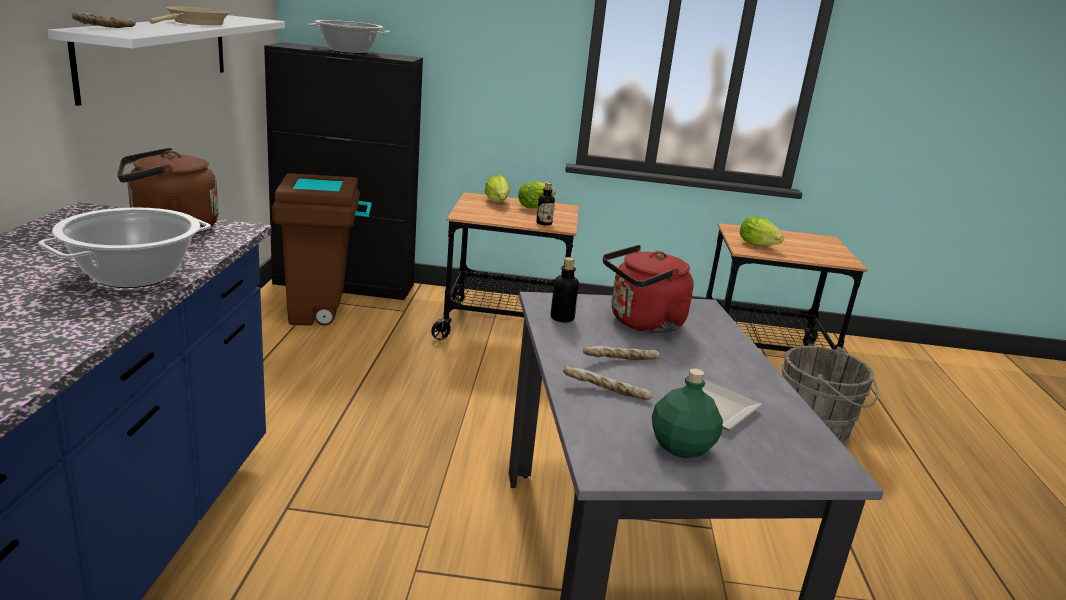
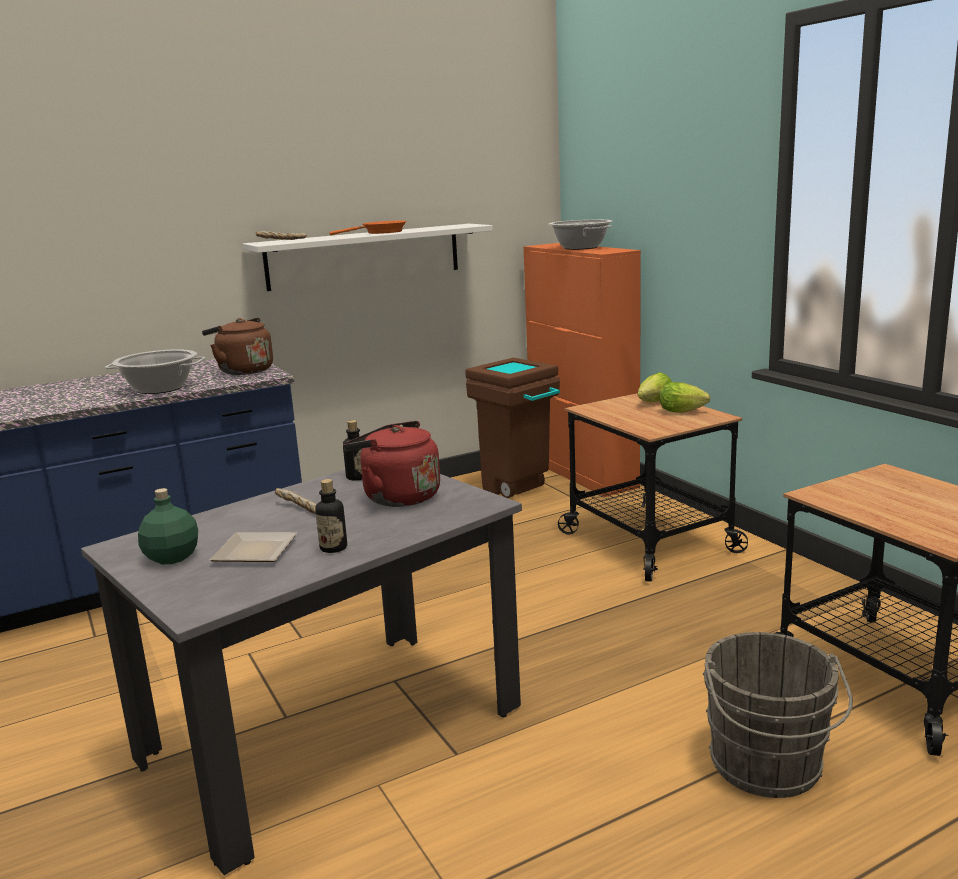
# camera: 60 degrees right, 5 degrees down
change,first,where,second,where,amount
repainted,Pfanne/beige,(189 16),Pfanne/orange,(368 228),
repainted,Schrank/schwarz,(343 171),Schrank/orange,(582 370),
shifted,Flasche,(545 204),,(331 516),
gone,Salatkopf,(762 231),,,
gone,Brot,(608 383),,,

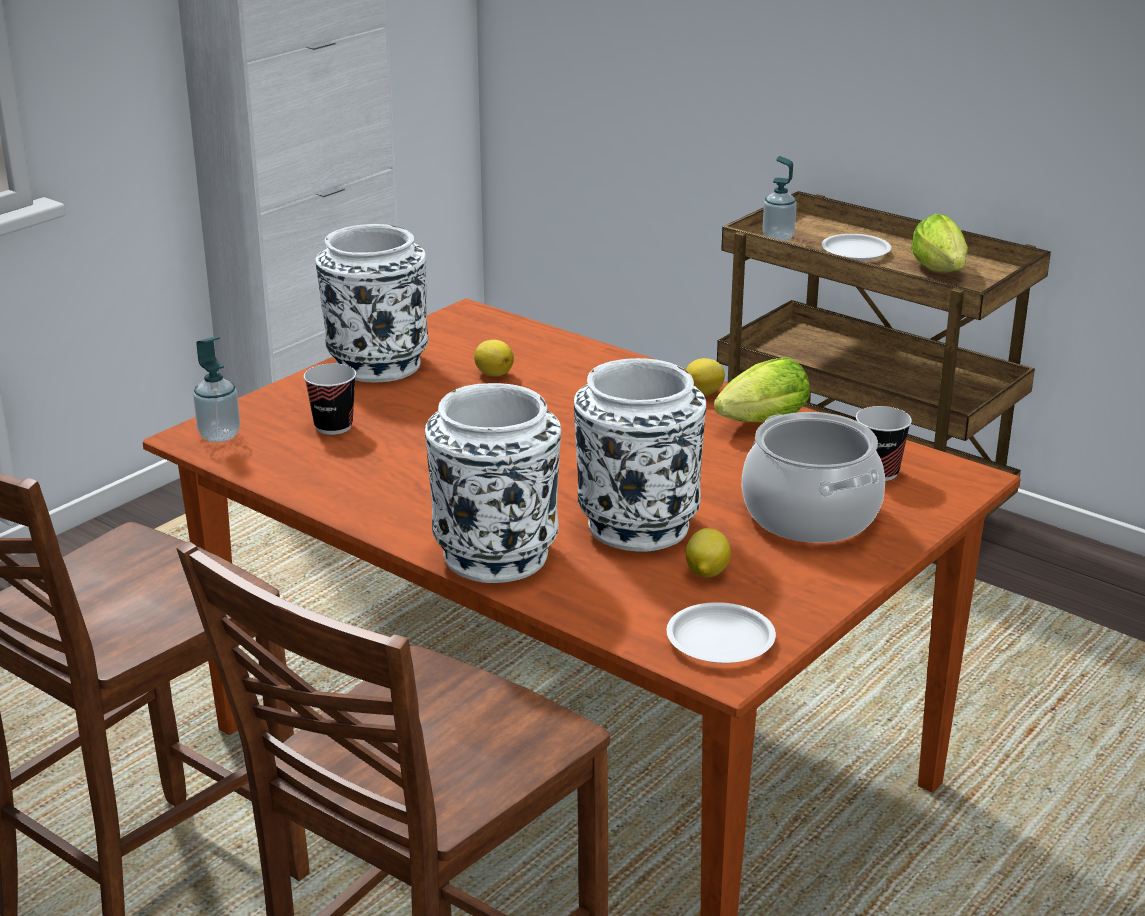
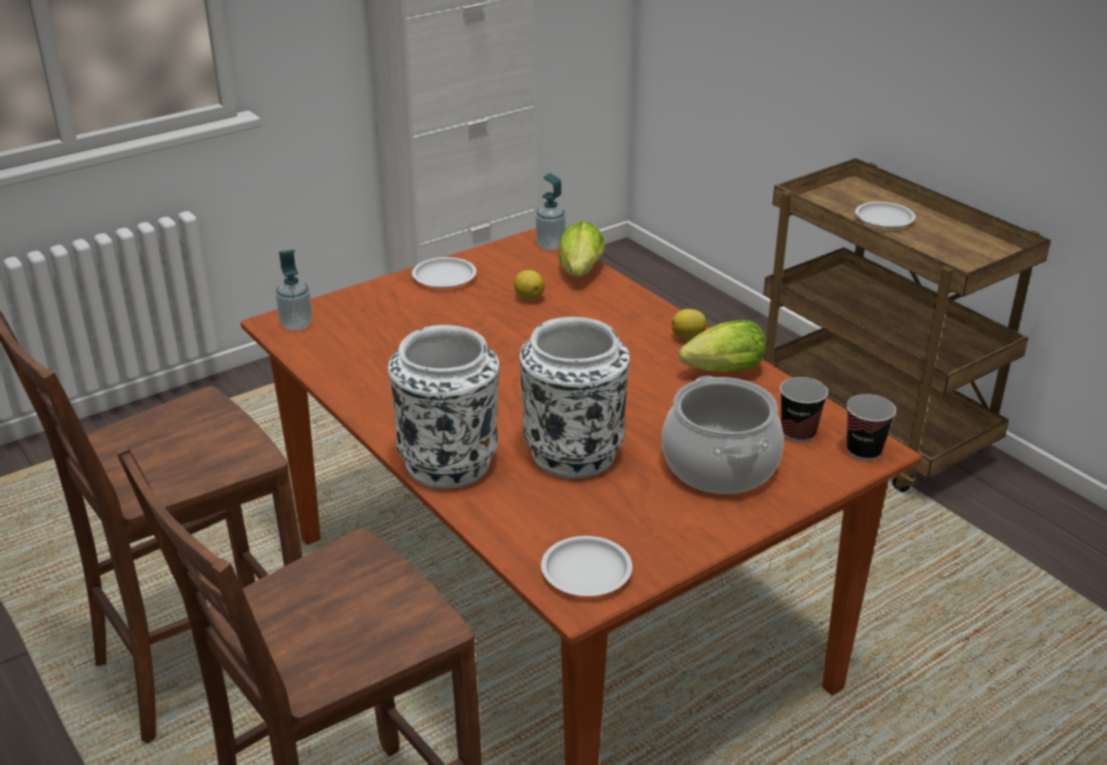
# camera: 15 degrees right, 5 degrees up
change,first,where,second,where,amount
shifted,Seifenspender,(779 198),,(550 211),
shifted,Salatkopf,(939 243),,(582 249),
swapped,Vase/weiß,(371 303),Teller/weiß,(444 272),
shifted,Tasse,(330 399),,(871 427),
gone,Zitrone,(708 552),,,

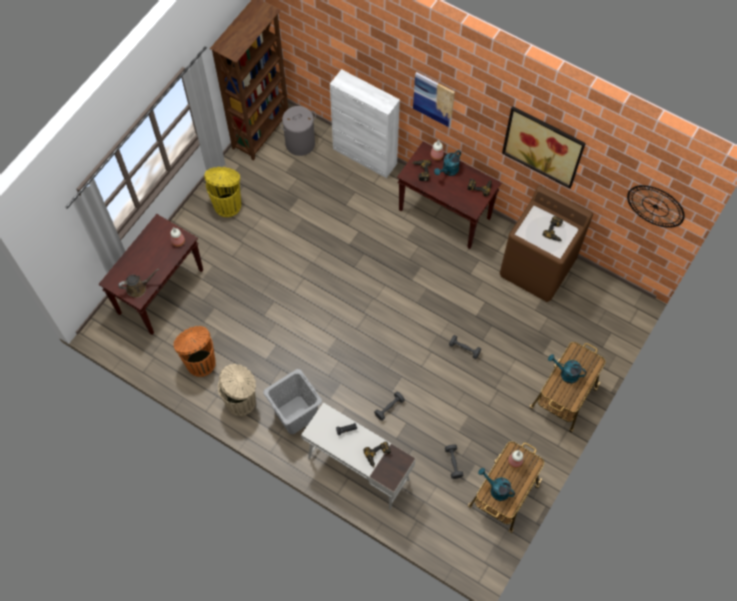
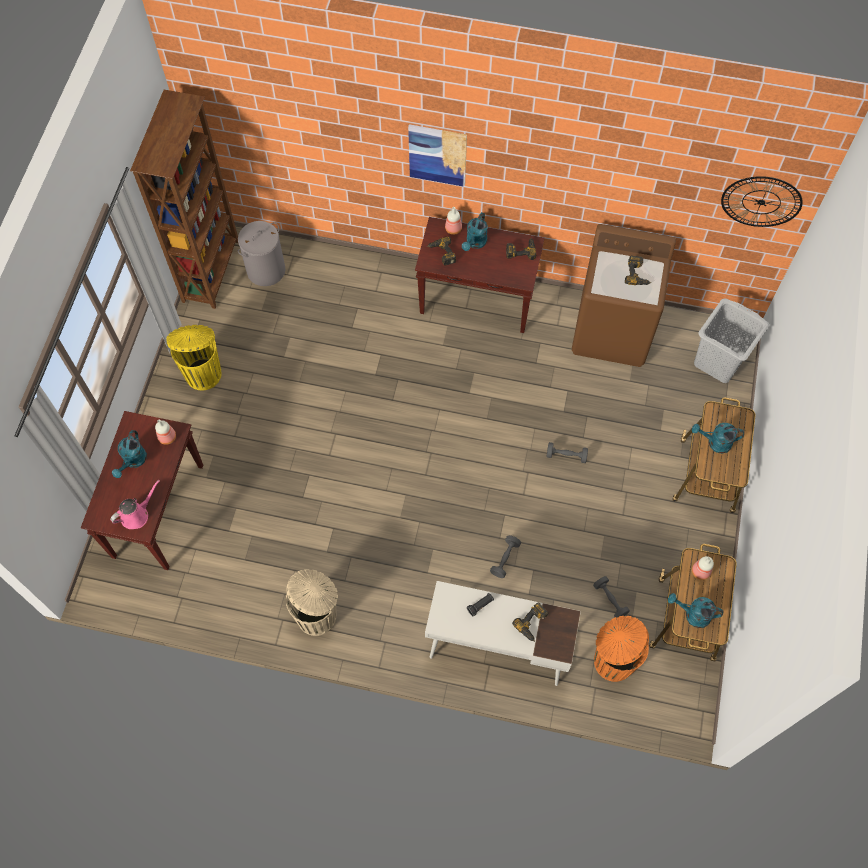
# camera: 20 degrees left, 0 degrees up
change,first,where,second,where,amount
gone,Schrank/weiß,(365 123),,,
gone,Bild,(544 147),,,
repainted,Gießkanne/braun,(139 283),Gießkanne/rosa,(135 504),
shifted,Mülleimer/orange,(194 351),,(621 649),
shifted,Wäschekorb/grau,(292 401),,(731 340),
new,,,Gießkanne/türkis,(129 454),

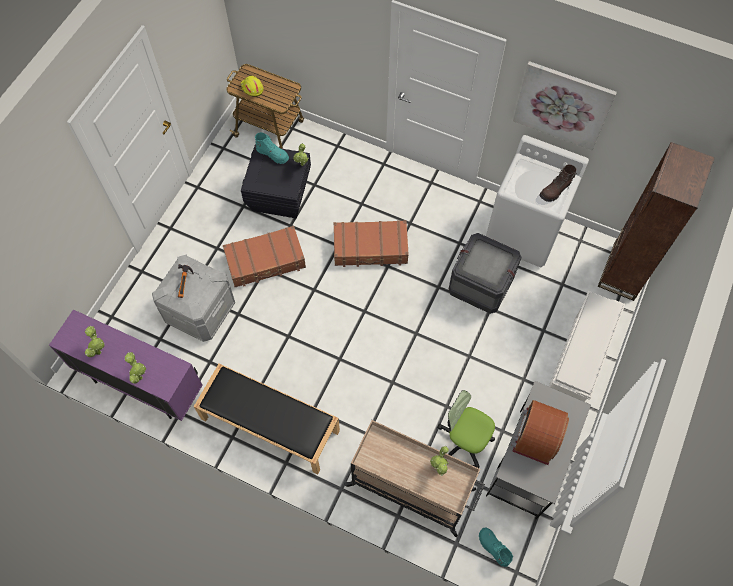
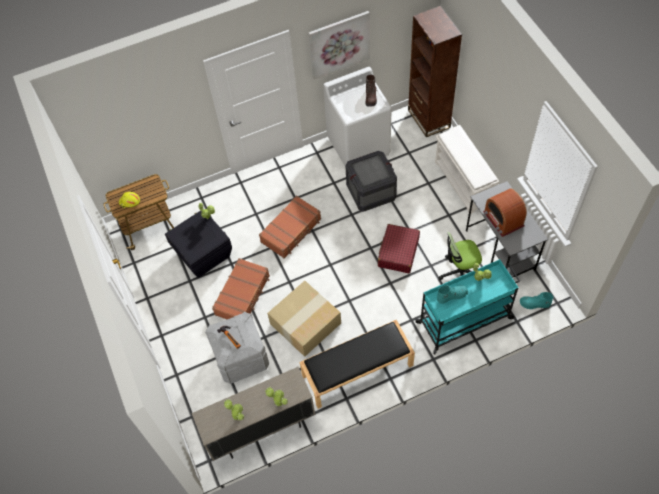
# camera: 45 degrees left, 5 degrees down
change,first,where,second,where,amount
shifted,Stiefel/türkis,(272 148),,(452 294),
repainted,Schrank/lila,(126 365),Schrank/beige,(254 414),
repainted,Rollwagen/beige,(414 478),Rollwagen/türkis,(467 306),
new,,,Koffer/rot,(399 248),
new,,,Karton,(304 319),

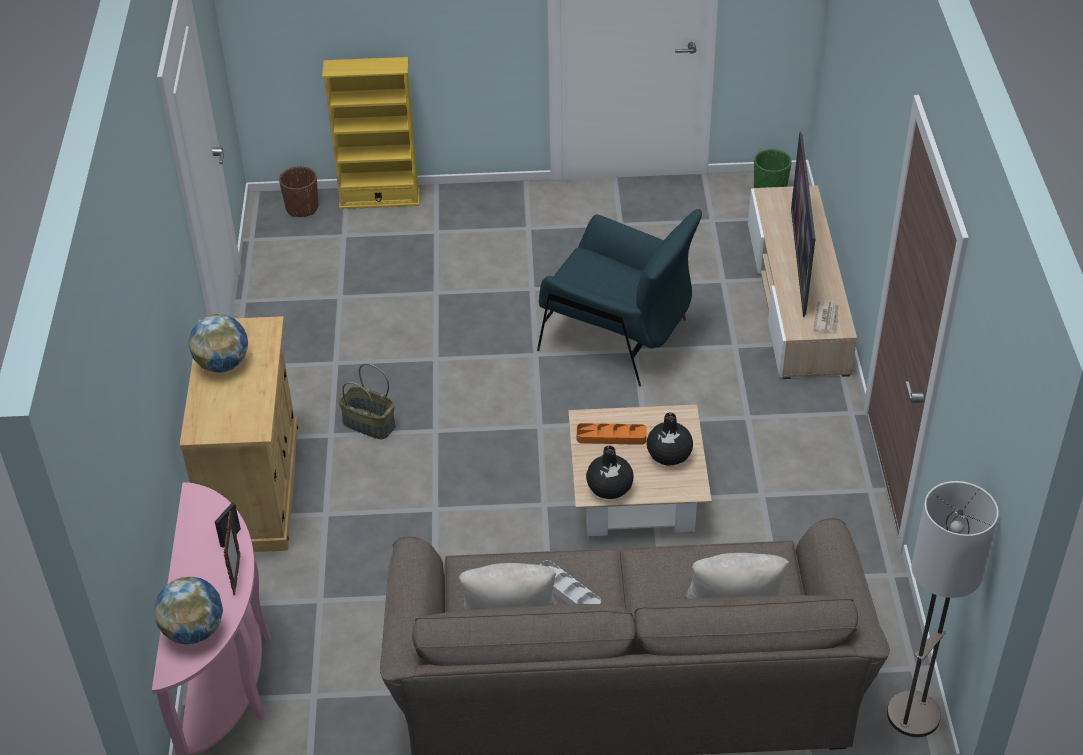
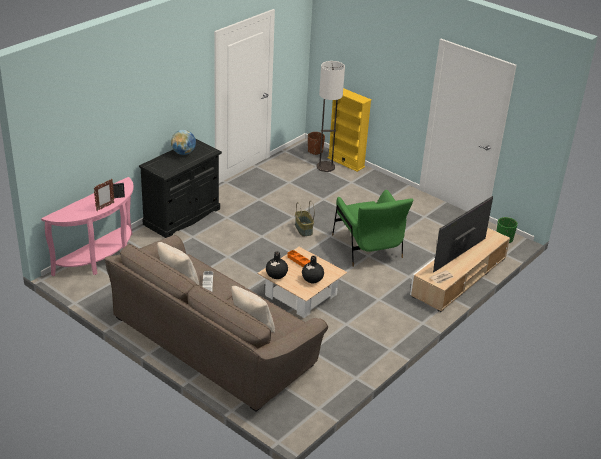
# camera: 40 degrees right, 10 degrees down
change,first,where,second,where,amount
repainted,Sessel/blau,(619 297),Sessel/grün,(373 228),
repainted,Schrank/beige,(239 434),Schrank/schwarz,(180 188),
shifted,Korb,(367 401),,(305 218),
shifted,Stehlampe,(943 609),,(331 116),
gone,Globus,(188 610),,,

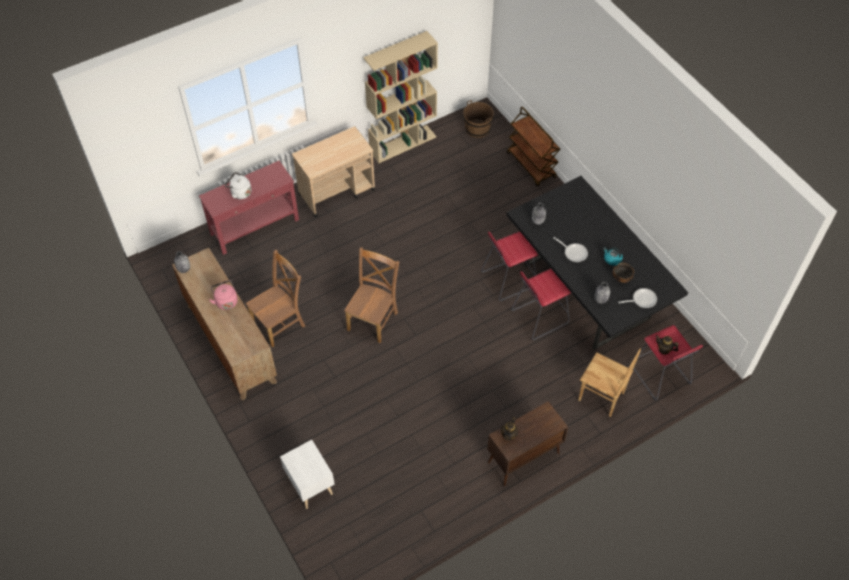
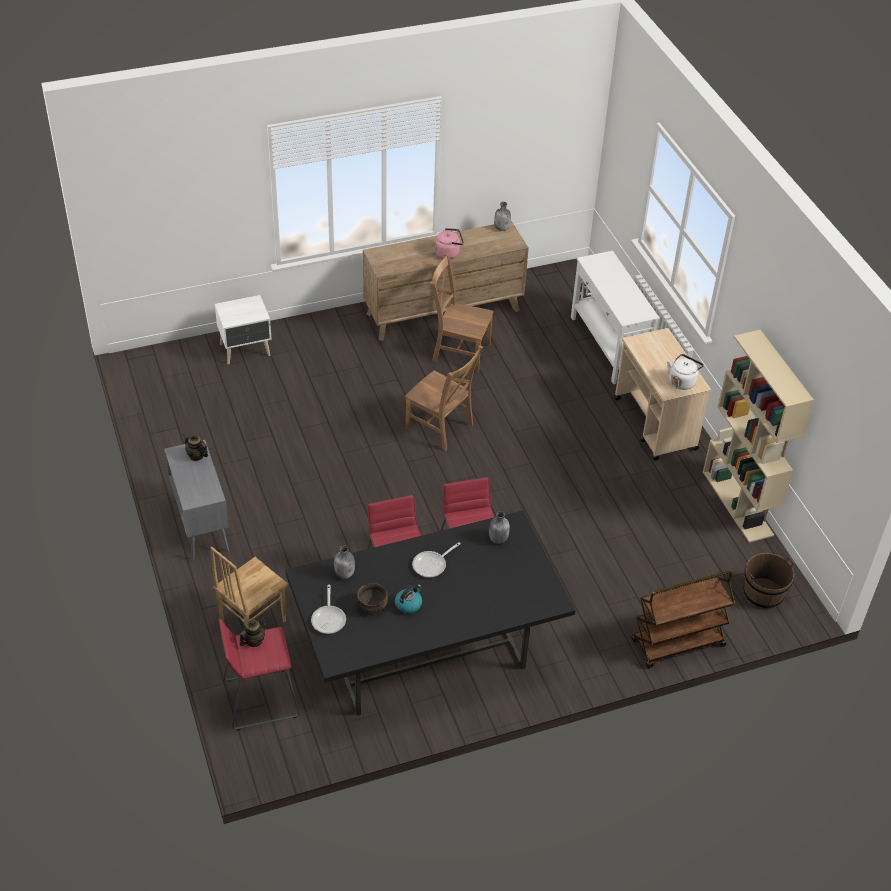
# camera: 100 degrees right, 10 degrees down
change,first,where,second,where,amount
repainted,Konsolentisch/rot,(249 208),Konsolentisch/weiß,(615 317),
shifted,Wasserkessel/weiß,(238 185),,(685 372),
rotated,Stuhl/braun,(275 298),,(462 312),135 degrees clockwise
repainted,Schrank/braun,(527 443),Schrank/grau,(196 500),

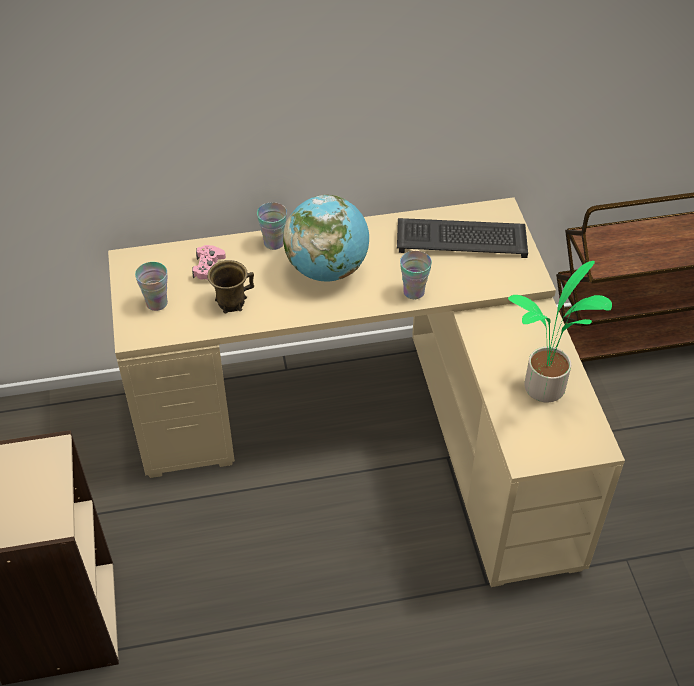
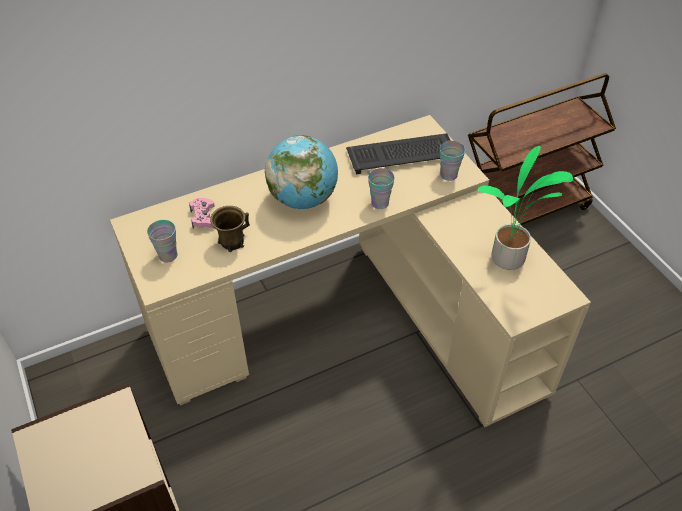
# camera: 15 degrees left, 0 degrees up
change,first,where,second,where,amount
shifted,Tasse,(272 226),,(452 161),

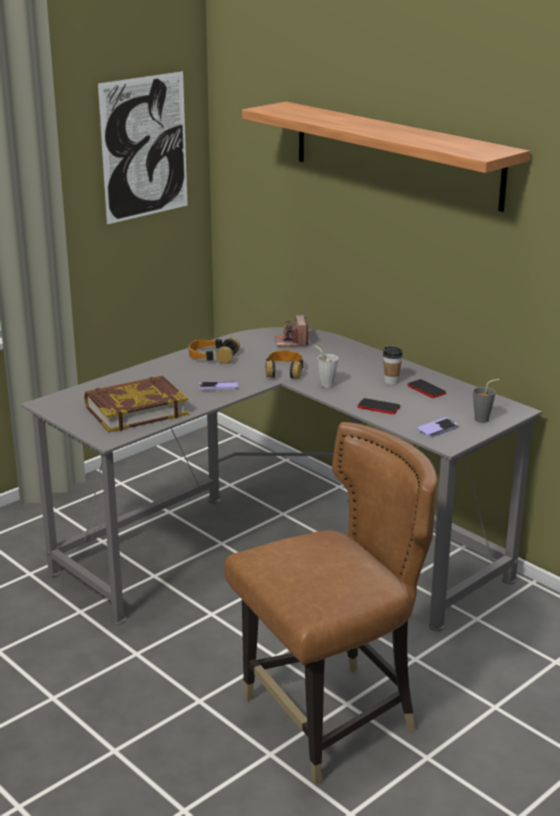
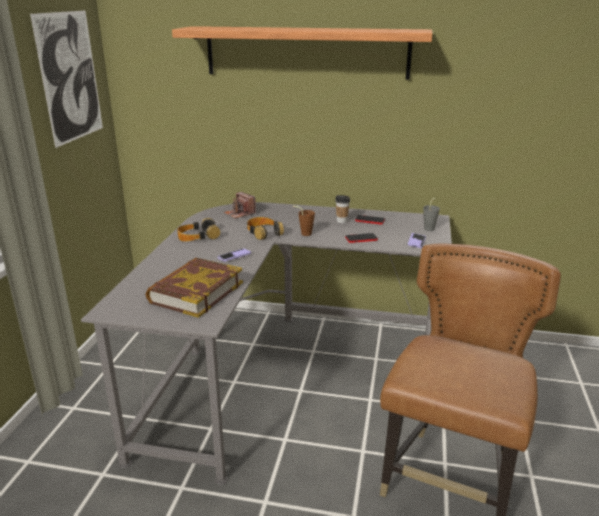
# camera: 35 degrees left, 0 degrees up
change,first,where,second,where,amount
repainted,Tasse/grau,(326 366),Tasse/braun,(304 221),

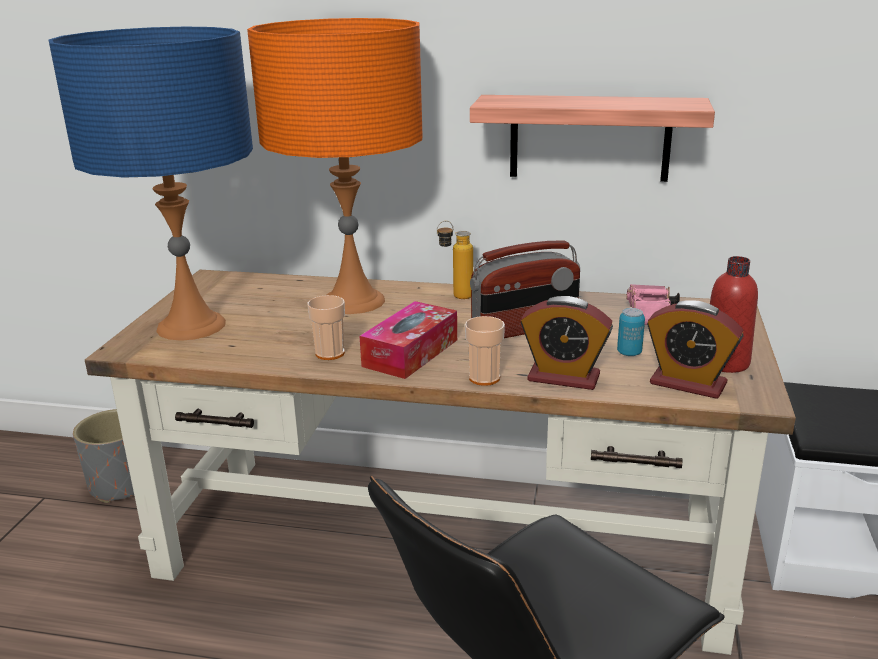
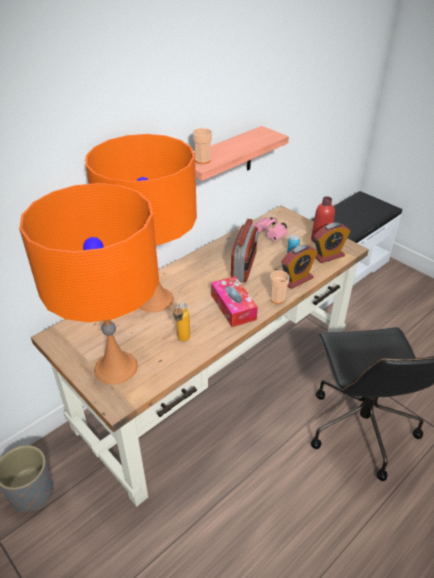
# camera: 55 degrees left, 15 degrees up
change,first,where,second,where,amount
repainted,Tischlampe/blau,(151 184),Tischlampe/orange,(89 284),
shifted,Flasche,(455 260),,(181 321),
shifted,Tasse,(326 327),,(202 146),

